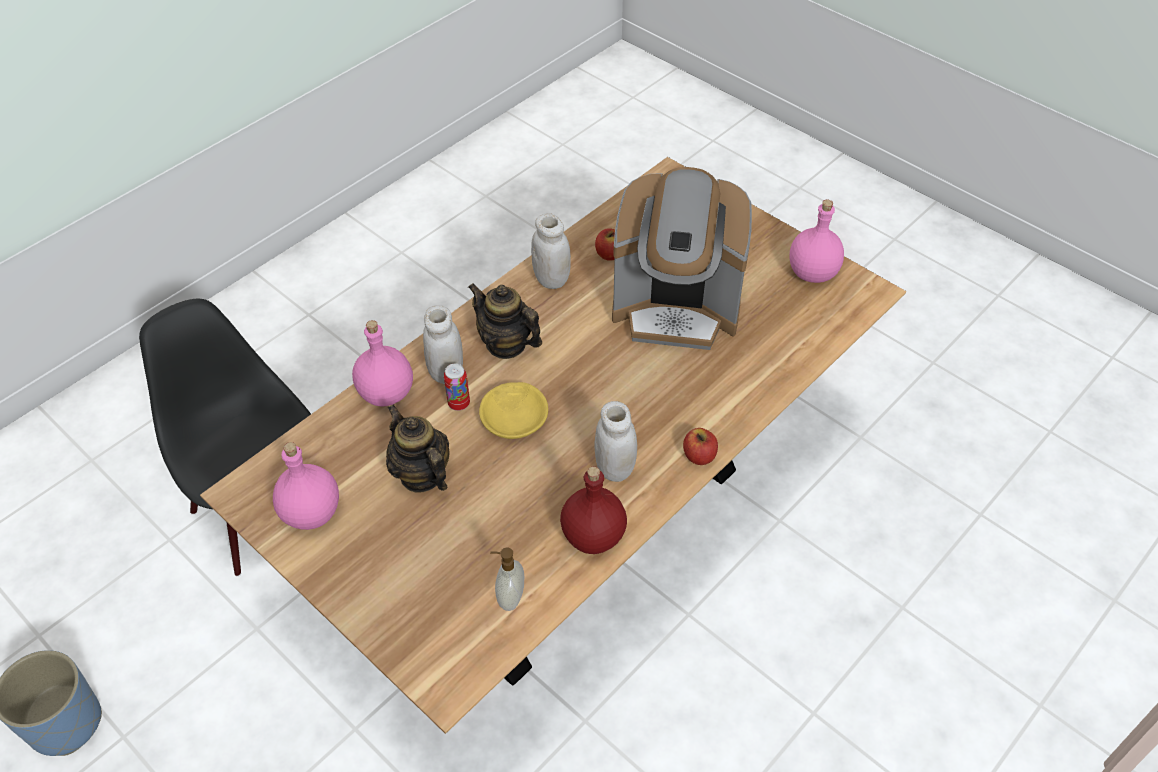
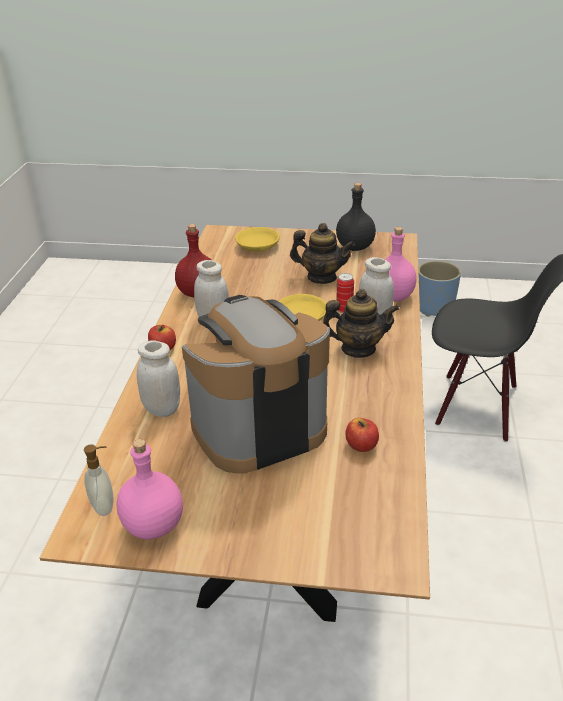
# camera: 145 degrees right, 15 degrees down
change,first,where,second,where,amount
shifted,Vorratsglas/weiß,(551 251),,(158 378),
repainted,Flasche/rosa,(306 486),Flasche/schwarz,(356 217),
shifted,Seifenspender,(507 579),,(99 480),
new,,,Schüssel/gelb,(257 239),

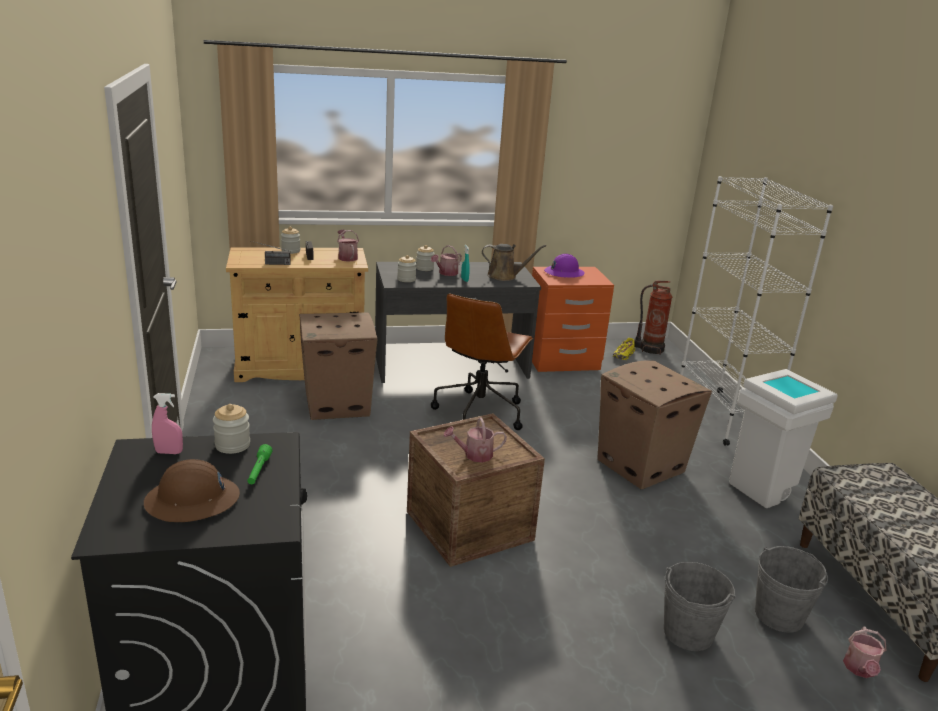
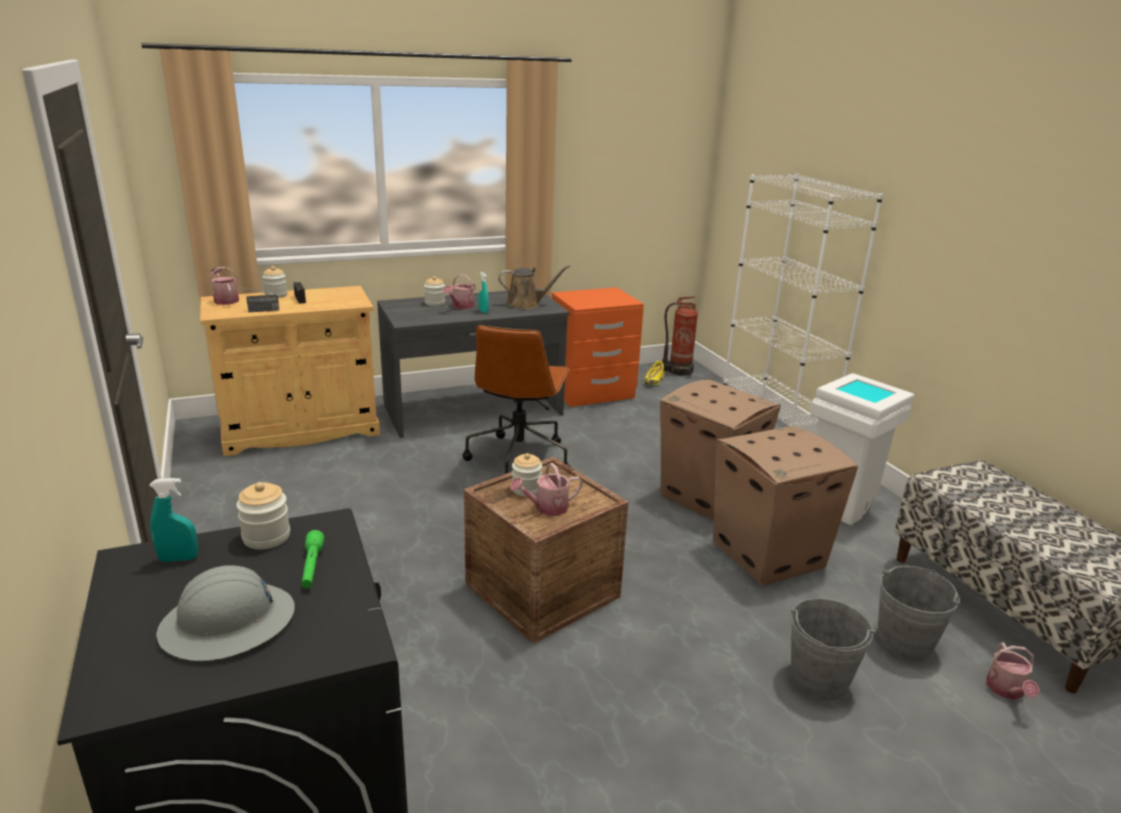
# camera: 10 degrees left, 0 degrees up
change,first,where,second,where,amount
shifted,Gießkanne,(348 246),,(224 286),
gone,Schutzhelm/lila,(564 266),,,
shifted,Vorratsglas,(407 268),,(527 474),
shifted,Karton,(338 366),,(785 506),
repainted,Sprühflasche/rosa,(167 423),Sprühflasche/türkis,(173 520),
repainted,Schutzhelm/braun,(192 490),Schutzhelm/grau,(225 613),

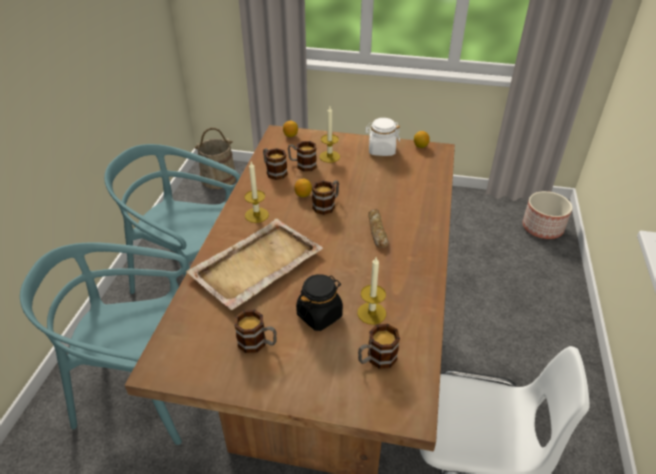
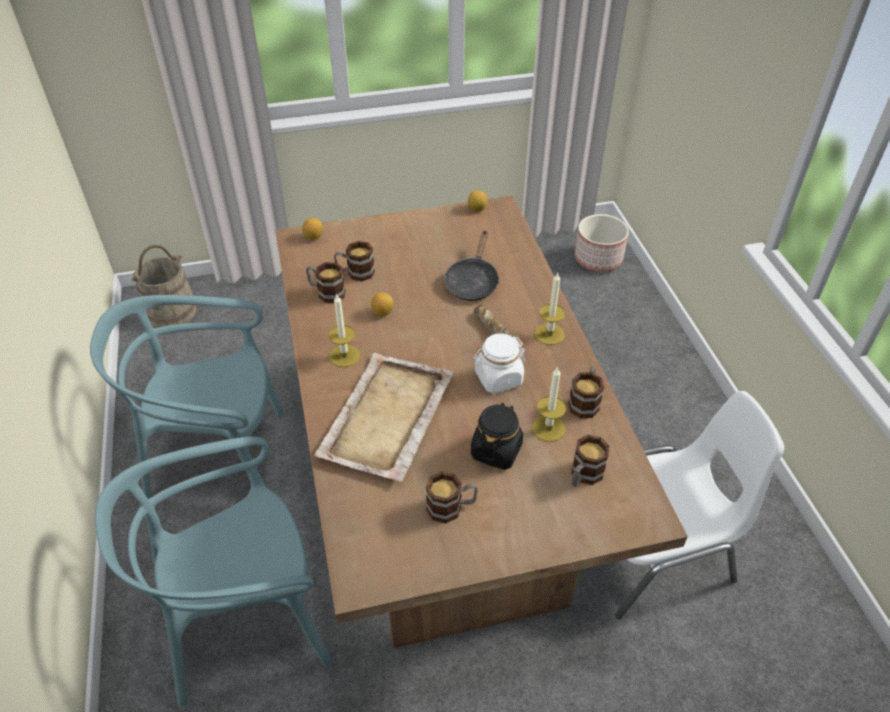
# camera: 25 degrees left, 5 degrees up
change,first,where,second,where,amount
shifted,Kerze,(329 135),,(550 309),
shifted,Vorratsglas/weiß,(382 137),,(499 363),
shifted,Henkelbecher,(325 197),,(586 392),
new,,,Pfanne/schwarz,(472 265),

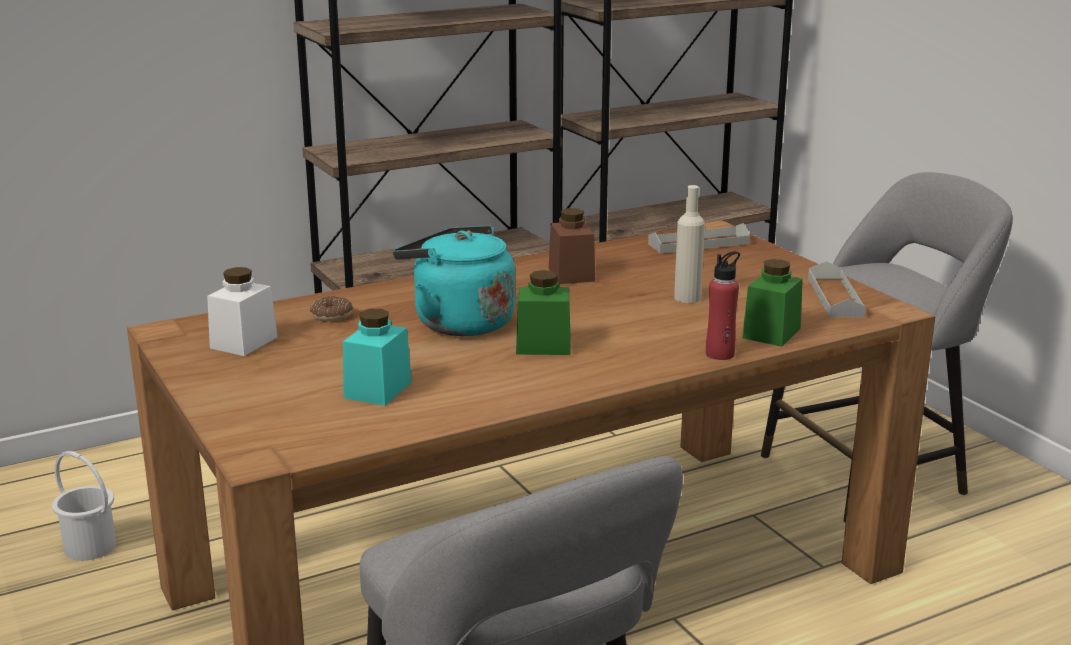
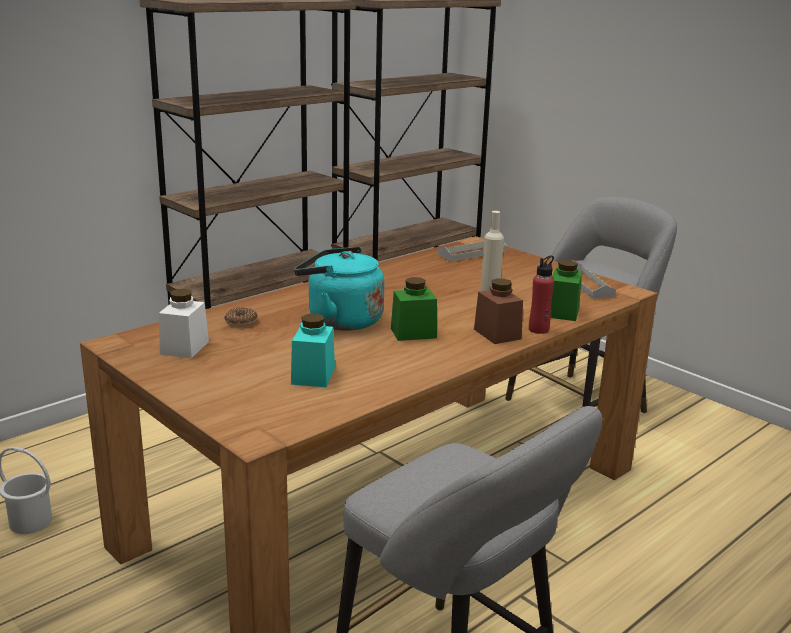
# camera: 15 degrees left, 0 degrees up
change,first,where,second,where,amount
shifted,Vorratsglas/braun,(572 246),,(498 311),

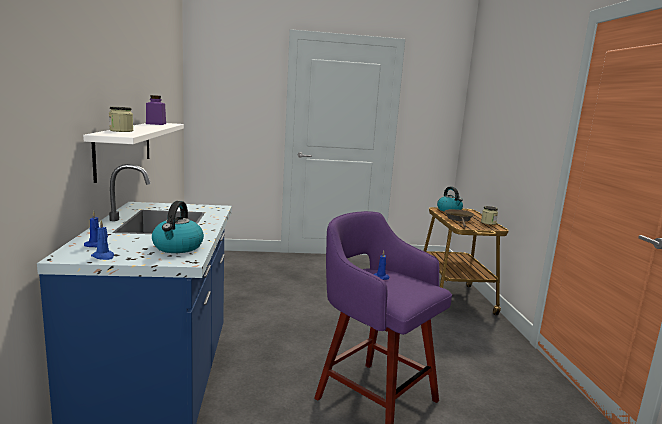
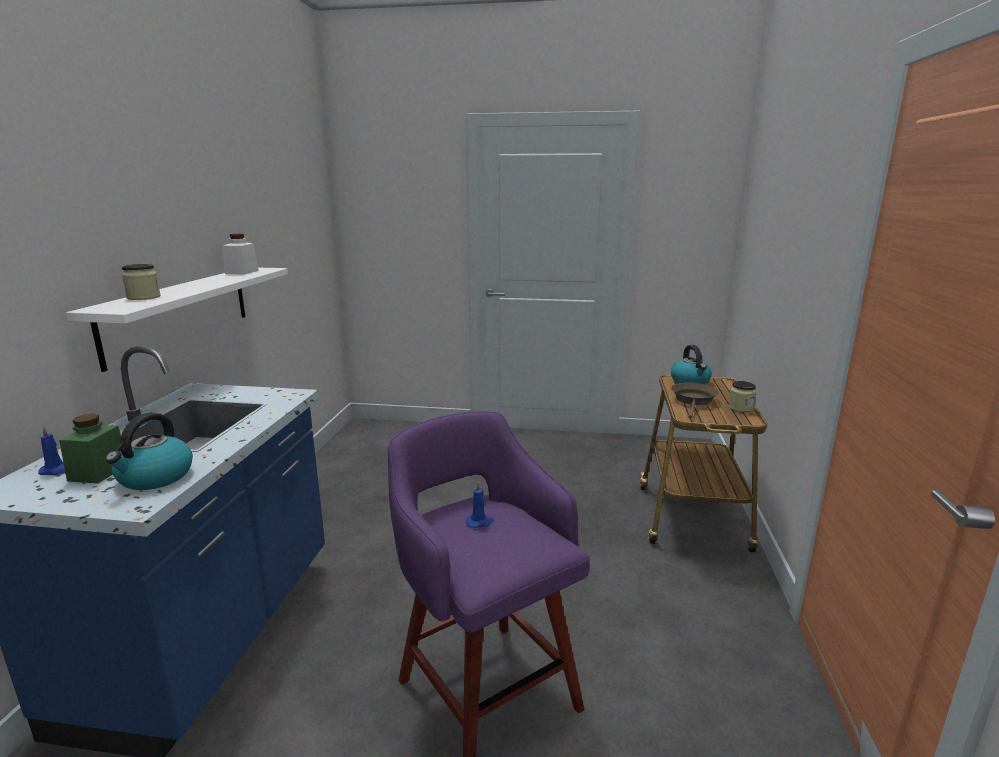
# camera: 15 degrees right, 5 degrees up
change,first,where,second,where,amount
repainted,Vorratsglas/lila,(156 110),Vorratsglas/weiß,(240 254),
gone,Kerze/blau,(102 240),,,
new,,,Vorratsglas/grün,(90 448),

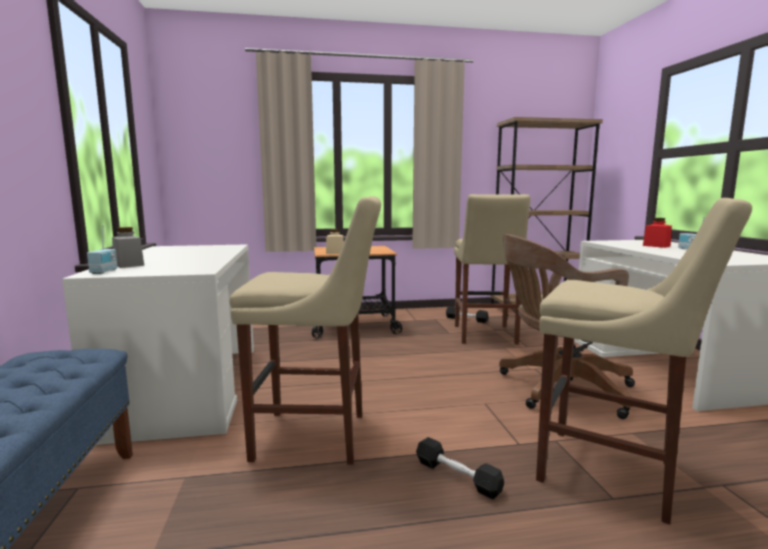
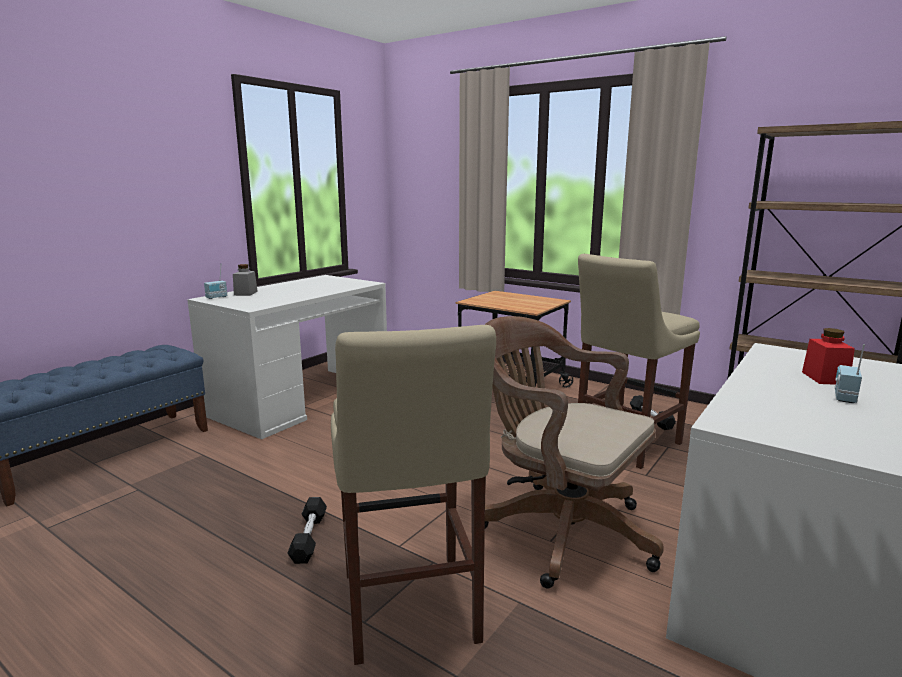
# camera: 45 degrees right, 5 degrees up
change,first,where,second,where,amount
gone,Hocker/beige,(305 330),,,
gone,Vorratsglas/beige,(335 241),,,

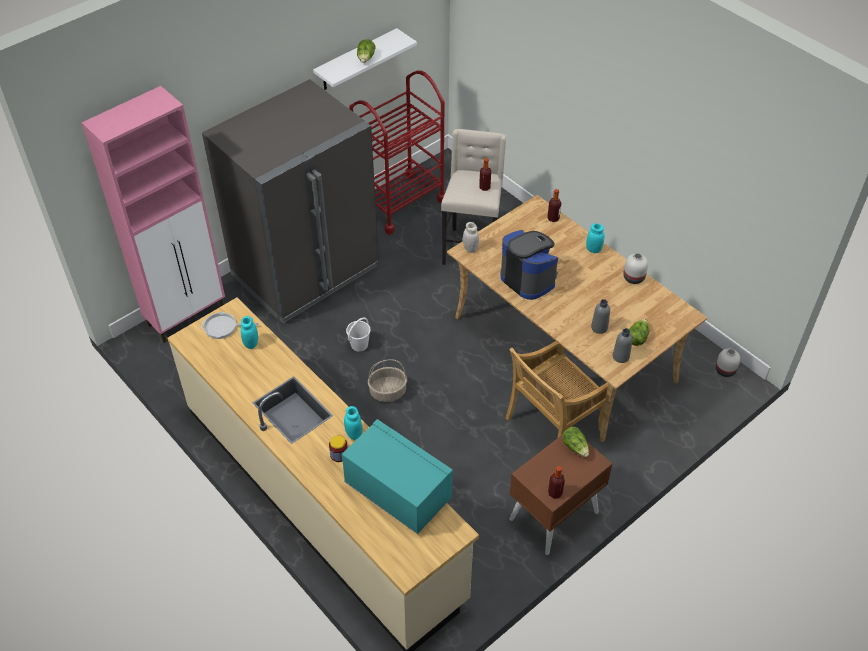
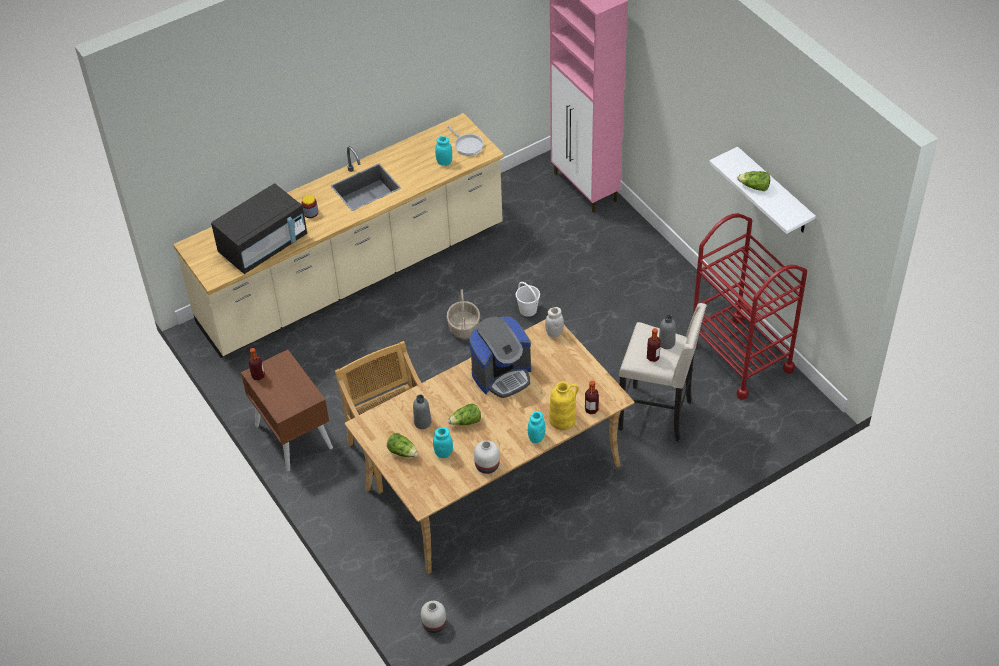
# camera: 100 degrees right, 0 degrees up
change,first,where,second,where,amount
gone,Kühlschrank/grau,(290 201),,,
rotated,Pfanne,(230 325),,(465 141),135 degrees clockwise
shifted,Flasche/grau,(623 345),,(667 332),
shifted,Vorratsglas/türkis,(353 423),,(443 443),
repainted,Mikrowelle/türkis,(397 476),Mikrowelle/schwarz,(259 228),
shifted,Salatkopf,(575 441),,(464 414),
new,,,Vase/gelb,(564 405),

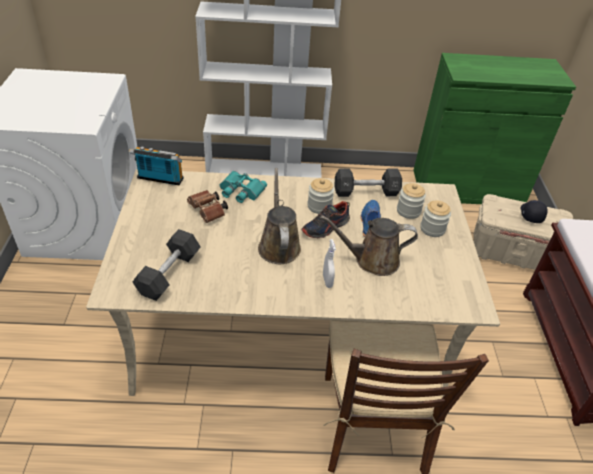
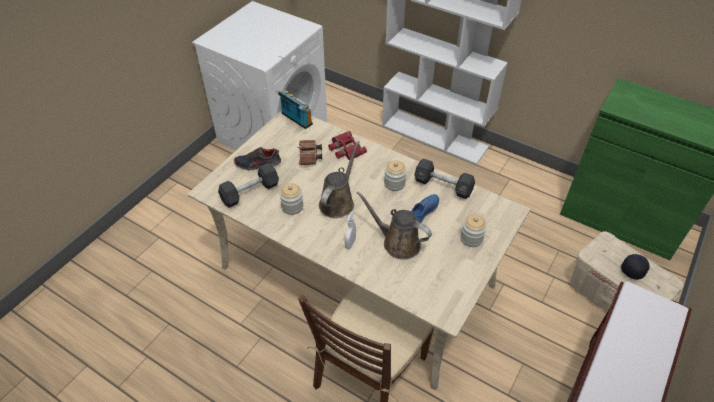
# camera: 35 degrees right, 5 degrees up
change,first,where,second,where,amount
repainted,Fernglas/türkis,(243 187),Fernglas/rot,(347 145),
shifted,Vorratsglas,(411 201),,(292 199),
shifted,Schuh,(325 220),,(257 158),

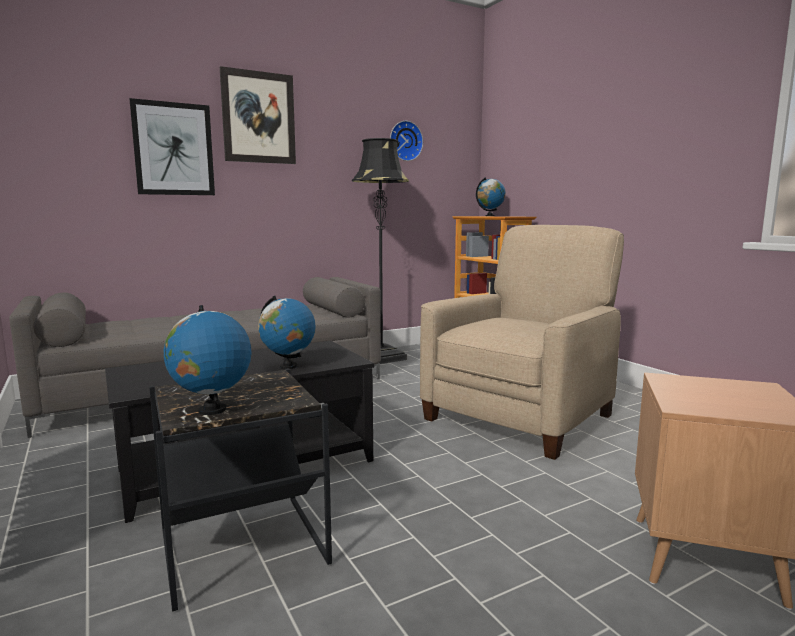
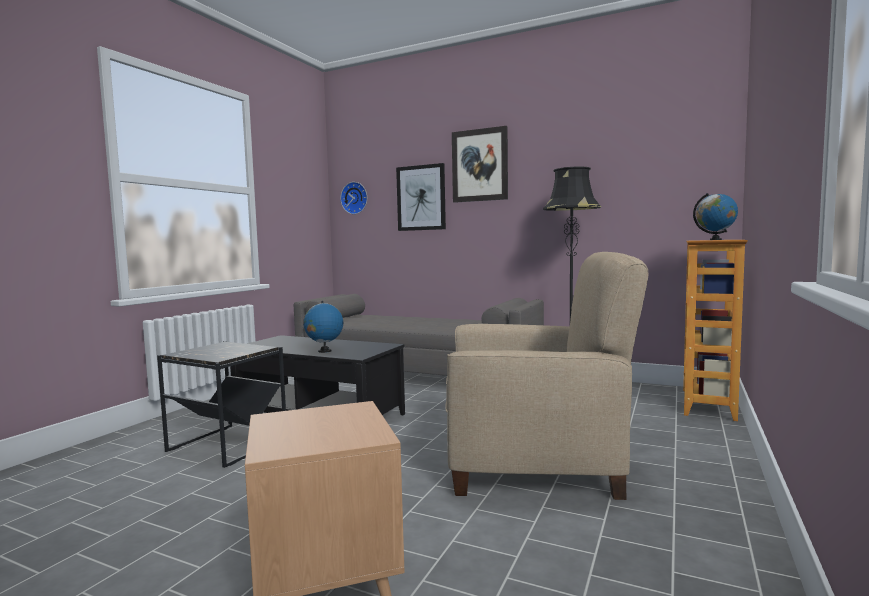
# camera: 55 degrees right, 5 degrees down
change,first,where,second,where,amount
shifted,Wanduhr,(406 141),,(353 198),
gone,Globus,(207 360),,,

